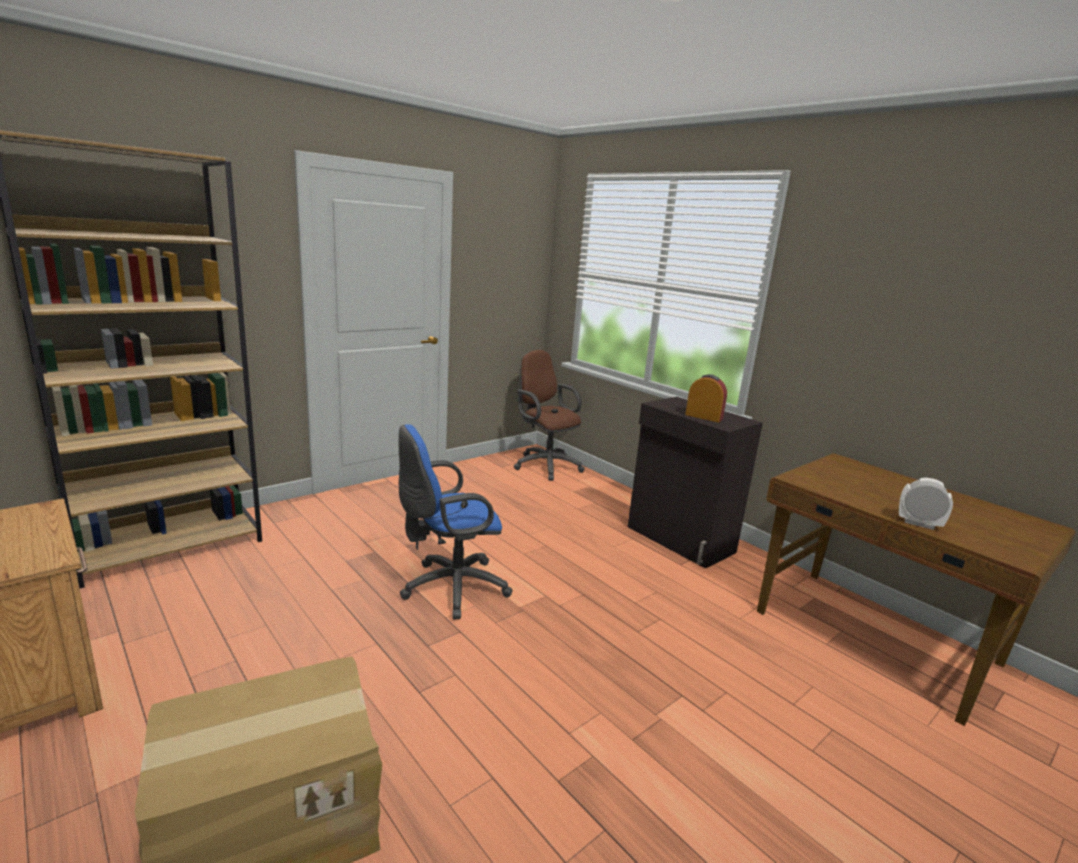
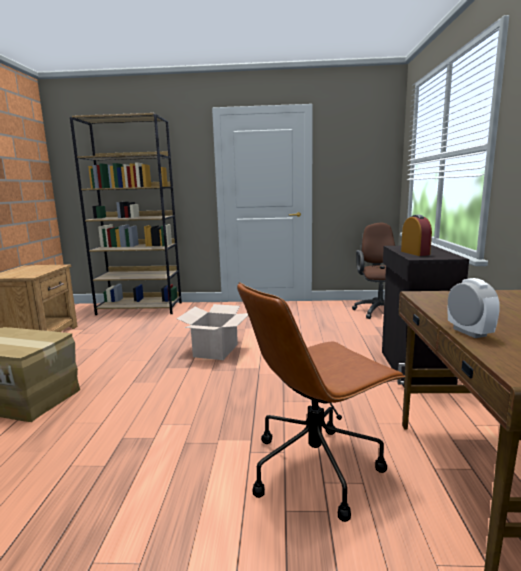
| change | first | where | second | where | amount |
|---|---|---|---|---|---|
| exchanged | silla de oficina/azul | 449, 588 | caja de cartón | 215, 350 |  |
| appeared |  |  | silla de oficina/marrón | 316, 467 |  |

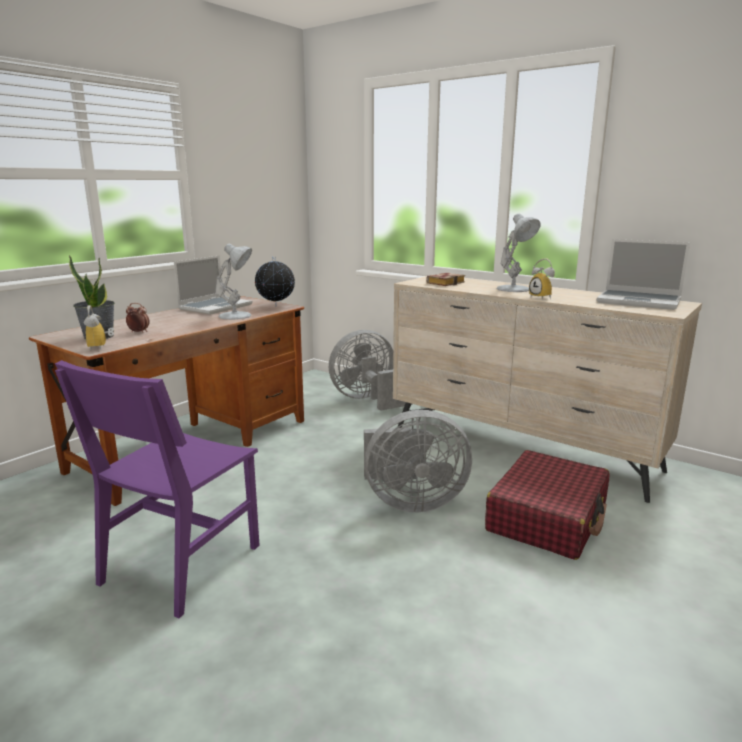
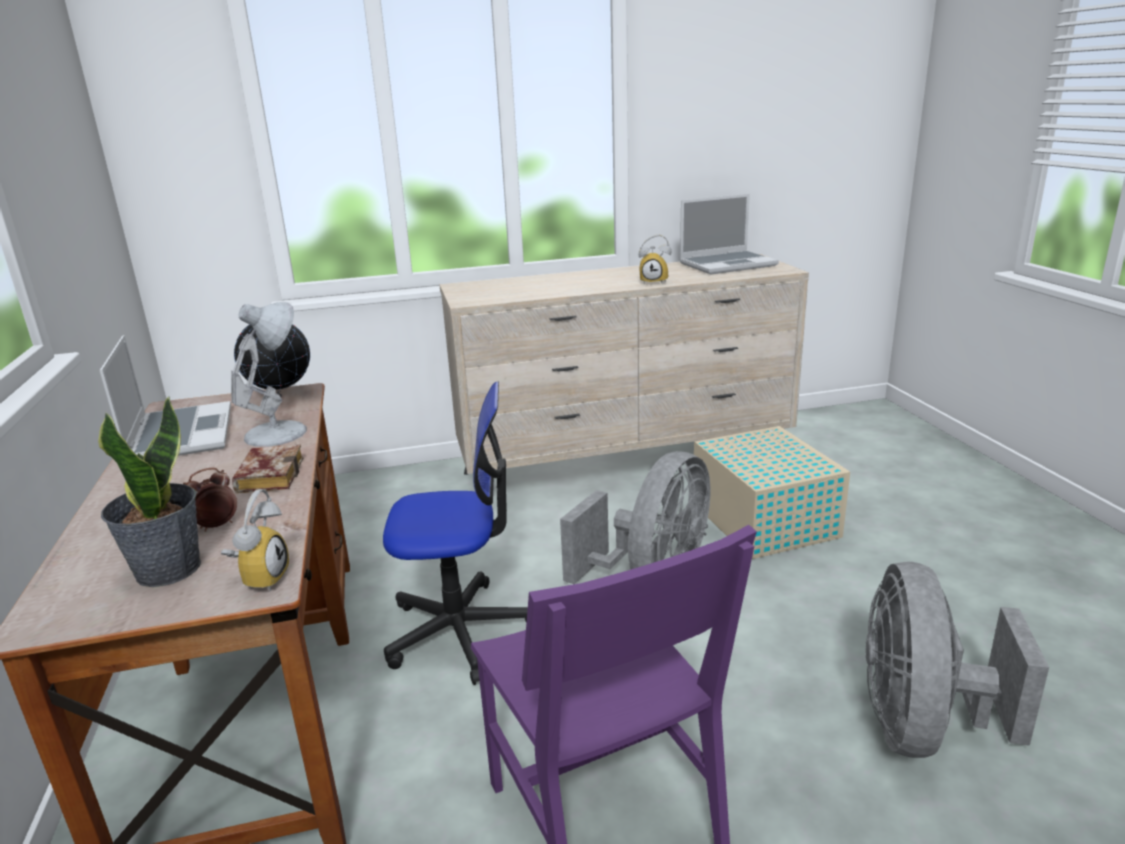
| change | first | where | second | where | amount |
|---|---|---|---|---|---|
| missing | lámpara de mesa/blanco | 514, 289 |  |  |  |
| relocated | libro | 445, 283 |  | 269, 475 |  |
| spun | despertador | 101, 348 |  | 261, 578 | 105 degrees counterclockwise |
| relocated | ventilador/gris | 369, 400 |  | 921, 726 |  |
| exchanged | maleta/rojo | 547, 518 | caja de almacenaje/beis | 763, 518 |  |
| appeared |  |  | silla de oficina | 461, 631 |  |

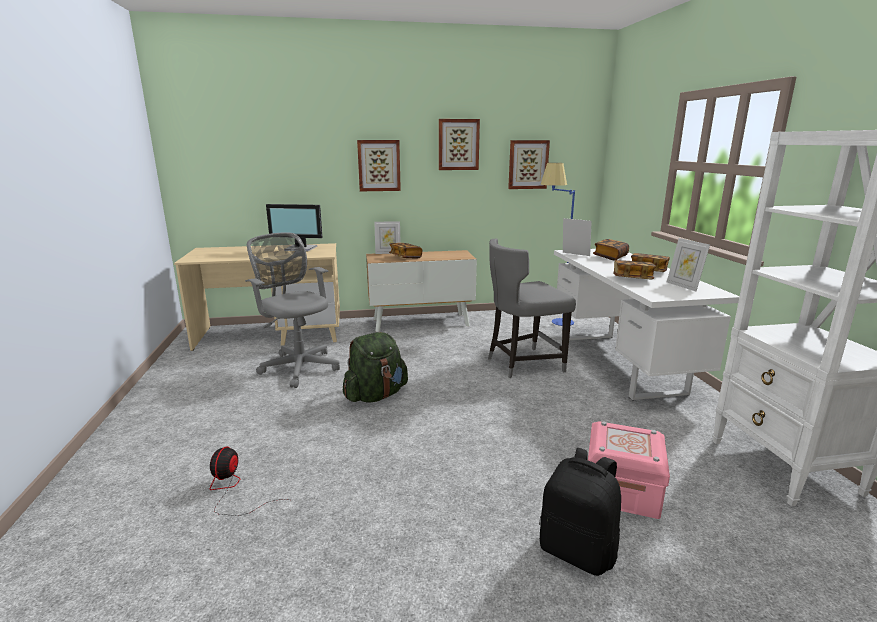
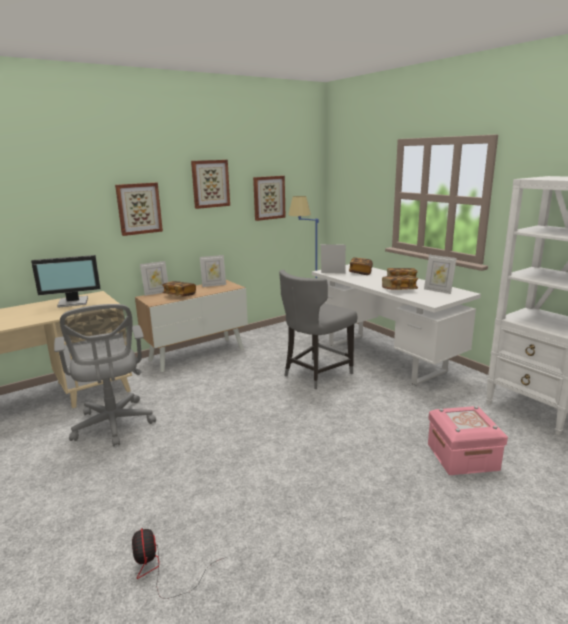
| change | first | where | second | where | amount |
|---|---|---|---|---|---|
| spun | silla de oficina/gris | 299, 366 |  | 113, 425 | 135 degrees counterclockwise |
| missing | mochila/verde | 376, 396 |  |  |  |
| missing | mochila/negro | 578, 551 |  |  |  |
| appeared |  |  | portarretratos | 214, 285 |  |

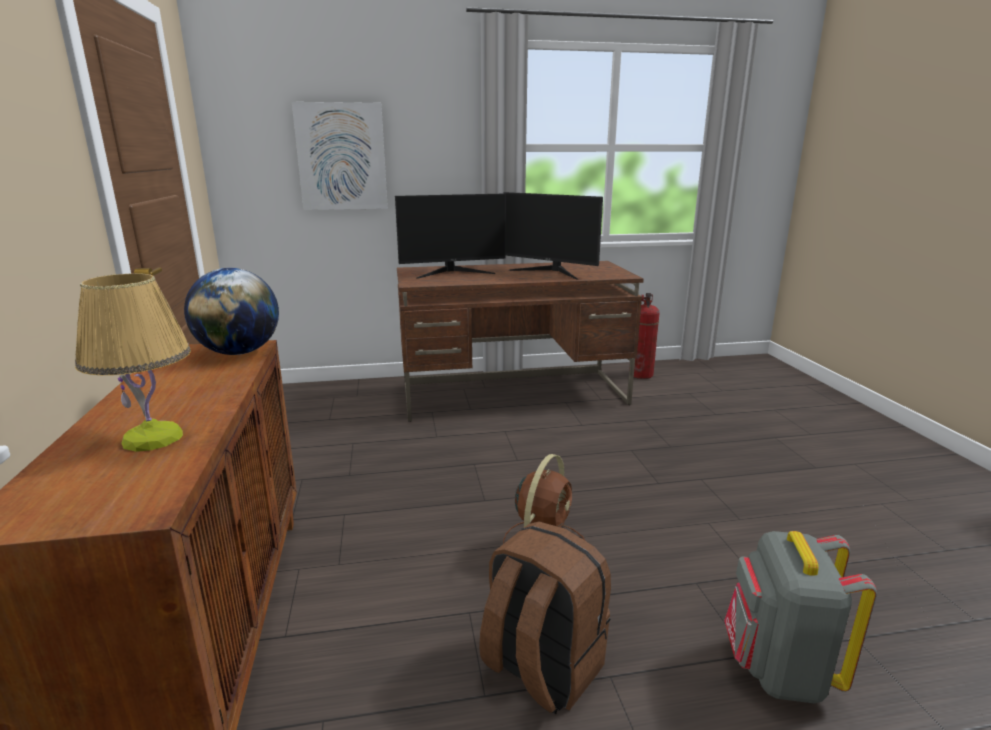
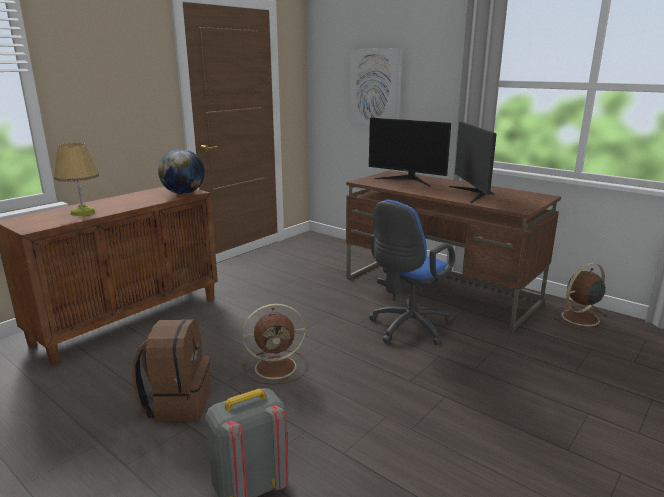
| change | first | where | second | where | amount |
|---|---|---|---|---|---|
| exchanged | extintor | 641, 374 | ventilador/marrón | 579, 318 |  |
| appeared |  |  | silla de oficina/azul | 407, 328 |  |

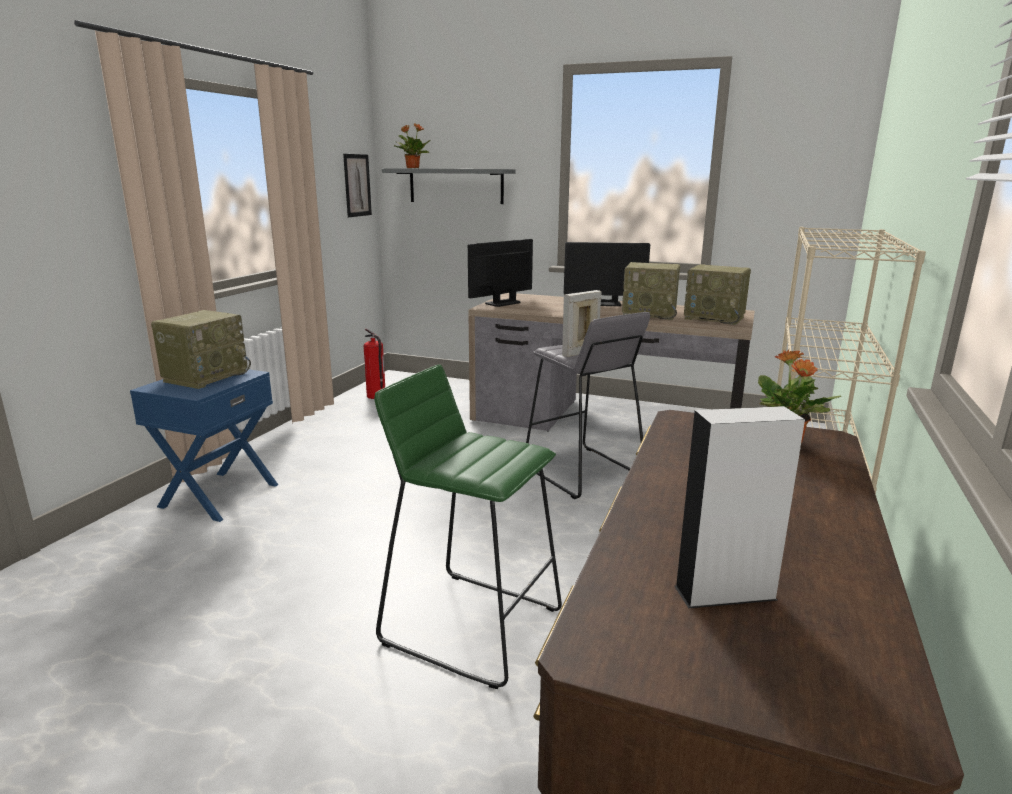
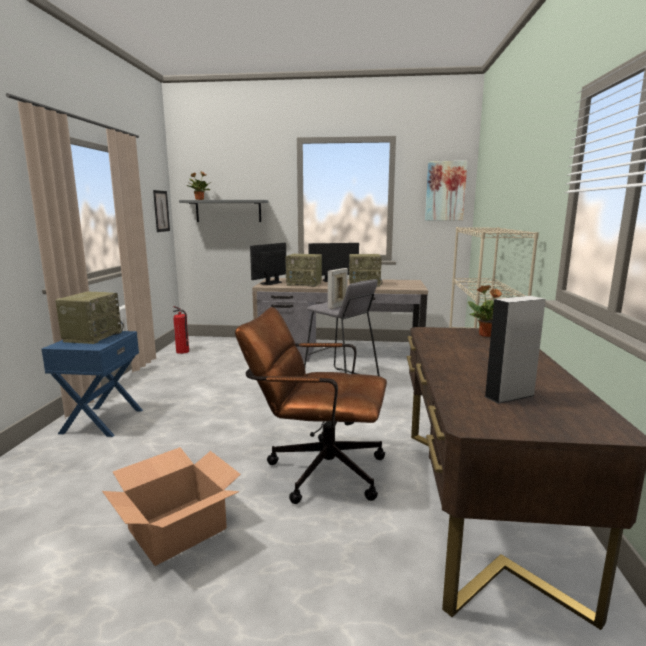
| change | first | where | second | where | amount |
|---|---|---|---|---|---|
| relocated | radio | 715, 318 |  | 305, 284 |  |
| exchanged | taburete/verde | 471, 624 | silla de oficina/marrón | 316, 469 |  |
| appeared |  |  | cuadro | 445, 191 |  |
| appeared |  |  | caja de cartón | 176, 528 |  |

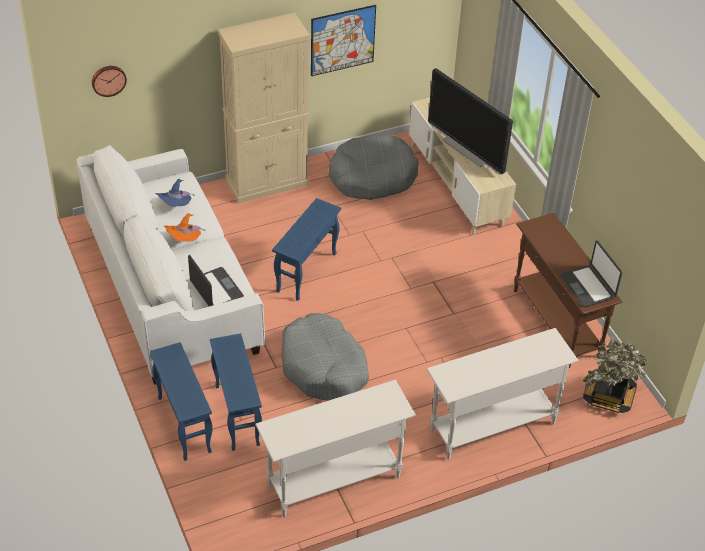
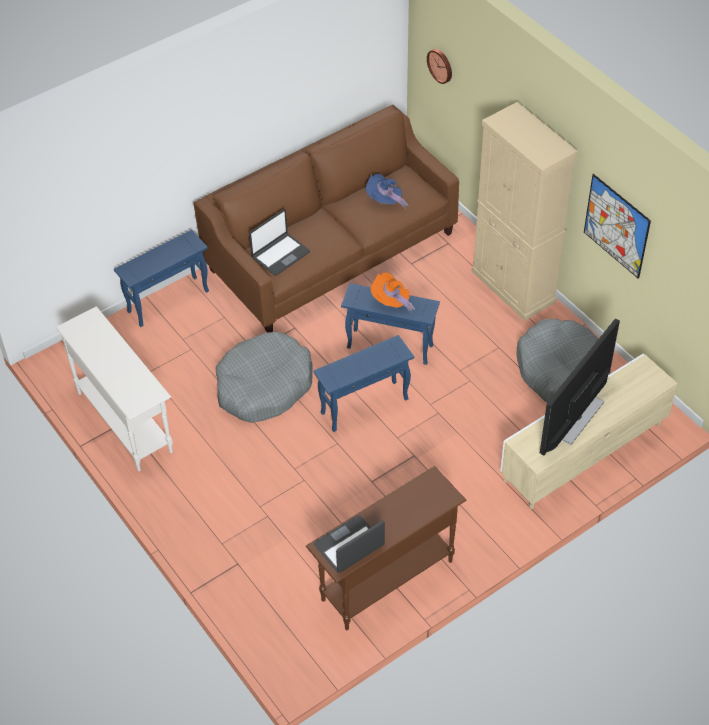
| change | first | where | second | where | amount |
|---|---|---|---|---|---|
| colour | sofá/blanco | 172, 290 | sofá/marrón | 331, 253 |  |
| relocated | sombrero/naranja | 184, 241 |  | 391, 301 |  |
| missing | mesa consola/blanco | 492, 426 |  |  |  |
| relocated | mesa auxiliar/azul | 237, 415 |  | 364, 406 |  |
| missing | planta en maceta | 608, 396 |  |  |  |

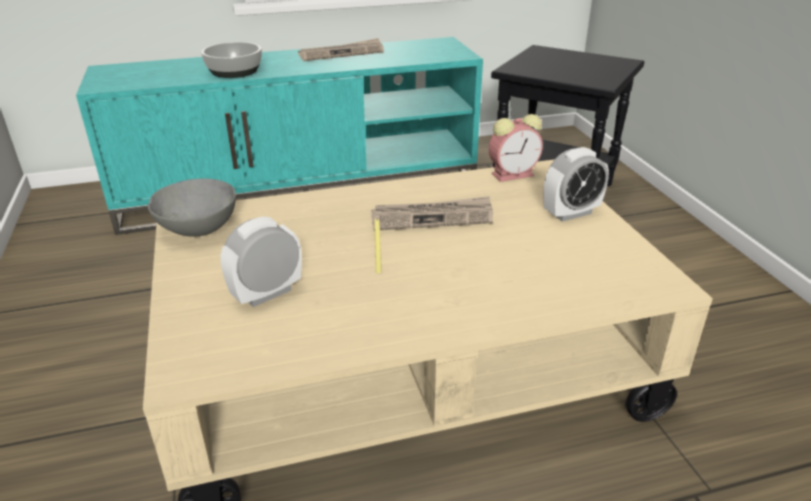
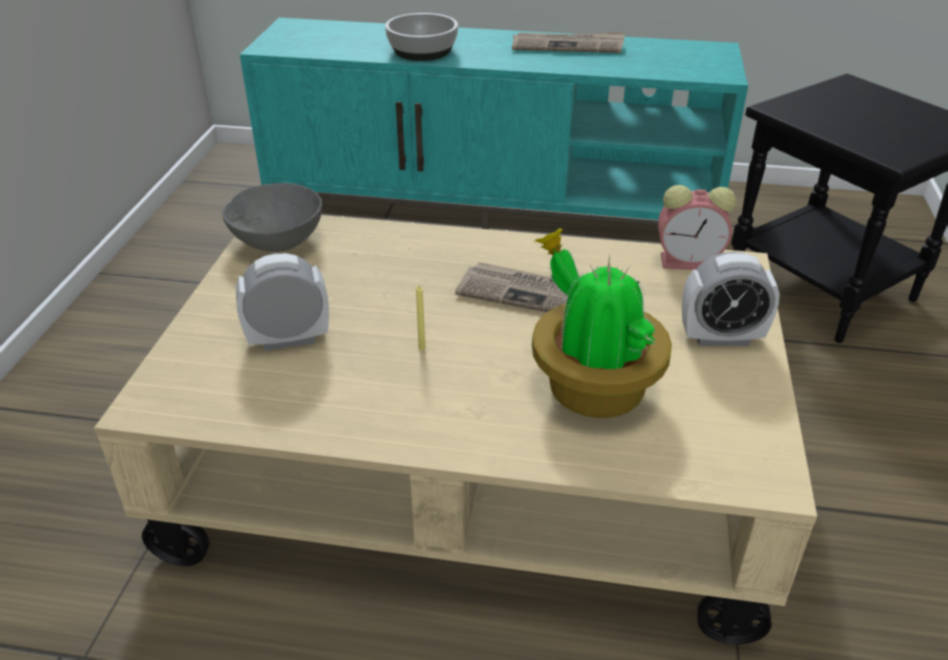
| change | first | where | second | where | amount |
|---|---|---|---|---|---|
| appeared |  |  | planta en maceta | 591, 387 |  |

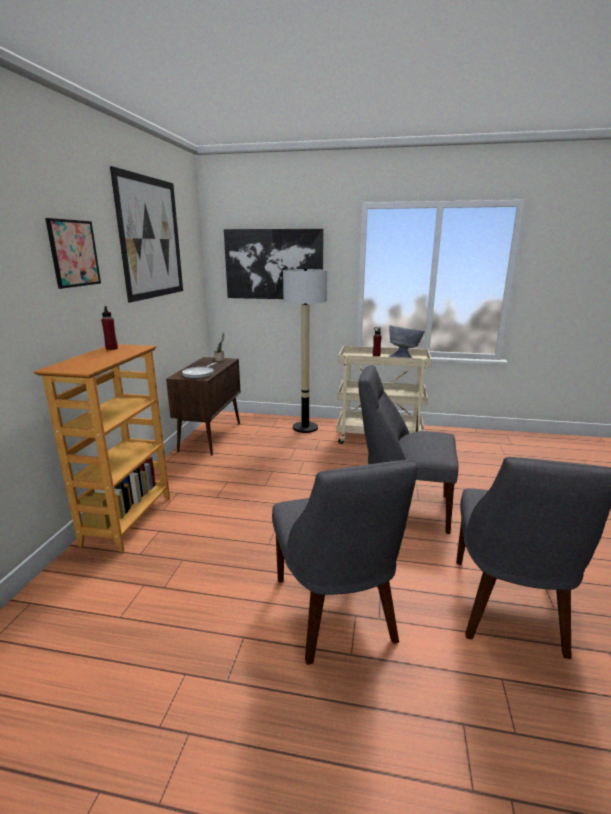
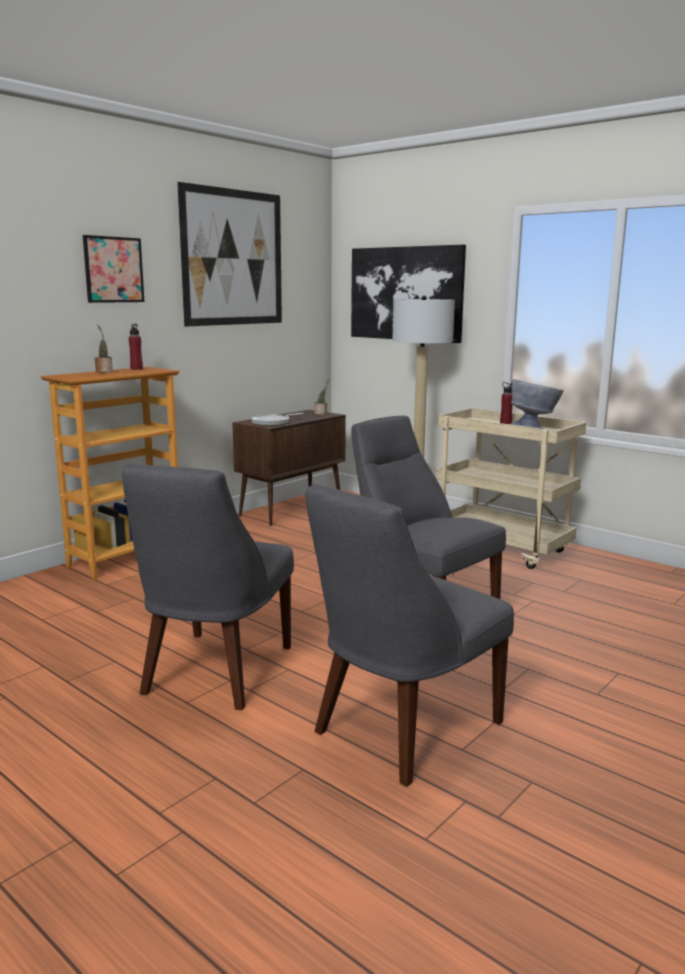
| change | first | where | second | where | amount |
|---|---|---|---|---|---|
| appeared |  |  | planta en maceta | 104, 371 |  |

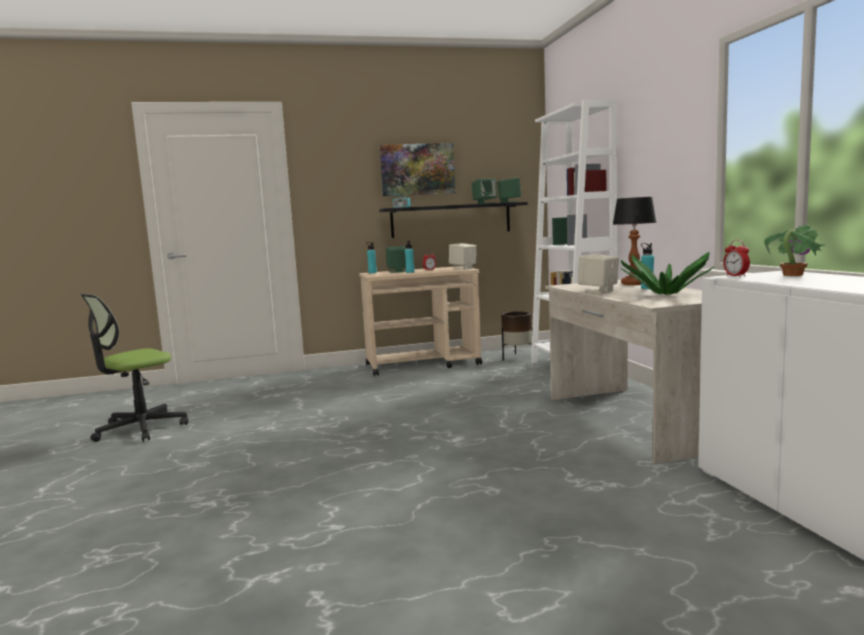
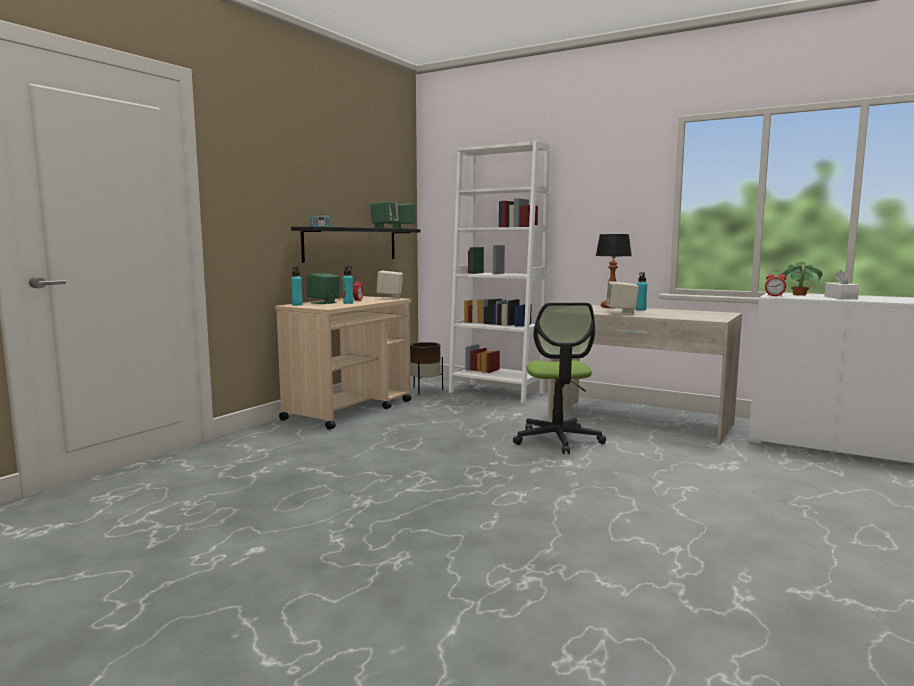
| change | first | where | second | where | amount |
|---|---|---|---|---|---|
| missing | cuadro | 417, 169 |  |  |  |
| missing | planta en maceta | 666, 294 |  |  |  |
| relocated | silla de oficina | 140, 428 |  | 557, 440 |  |
| appeared |  |  | caja de pañuelos/blanco | 840, 297 |  |

